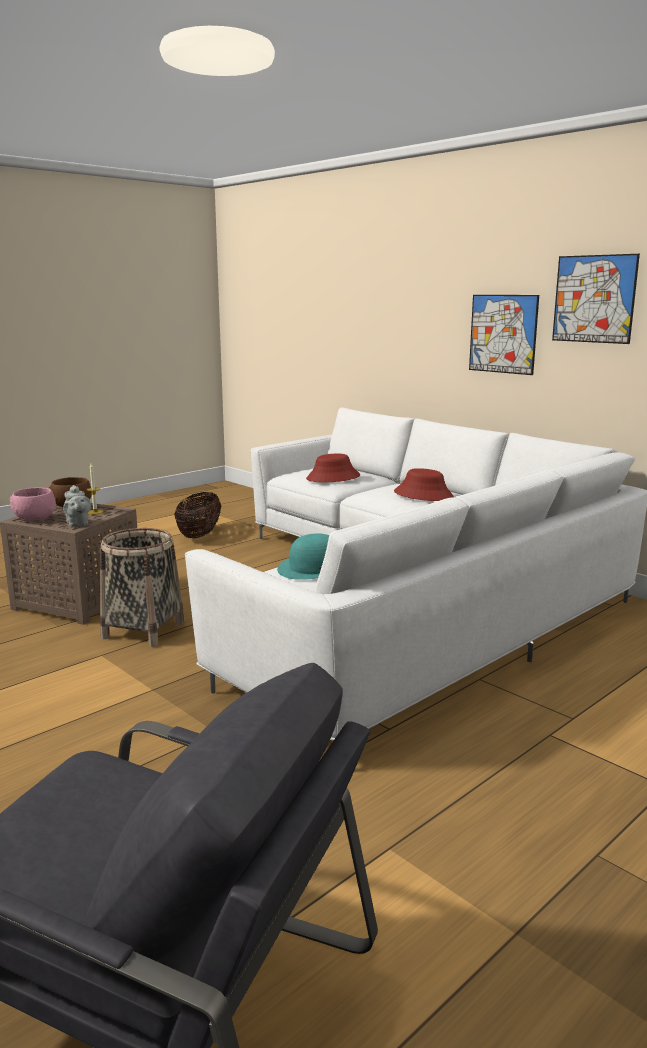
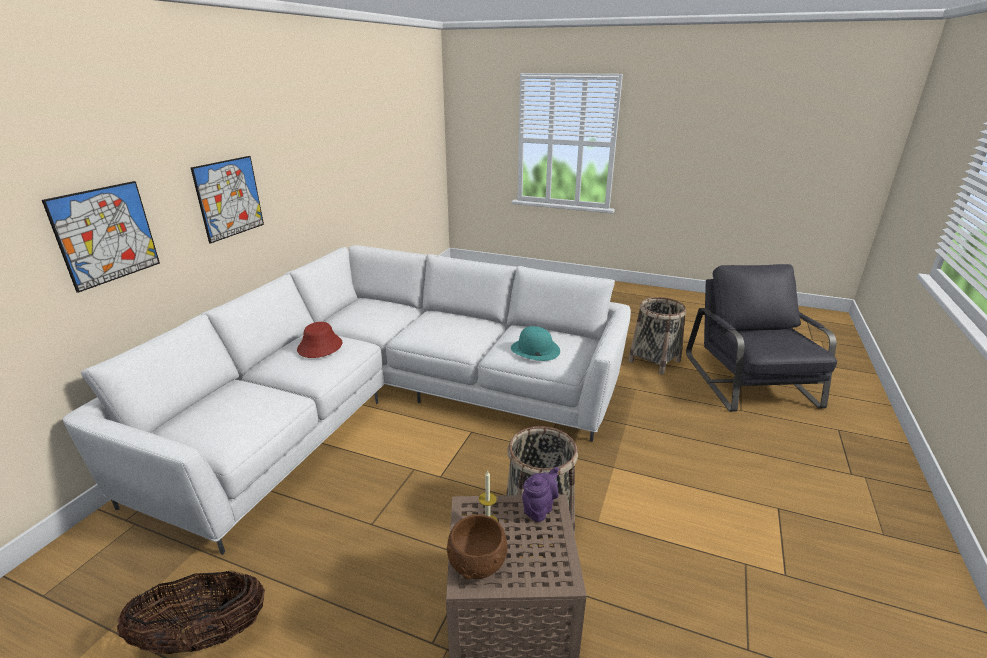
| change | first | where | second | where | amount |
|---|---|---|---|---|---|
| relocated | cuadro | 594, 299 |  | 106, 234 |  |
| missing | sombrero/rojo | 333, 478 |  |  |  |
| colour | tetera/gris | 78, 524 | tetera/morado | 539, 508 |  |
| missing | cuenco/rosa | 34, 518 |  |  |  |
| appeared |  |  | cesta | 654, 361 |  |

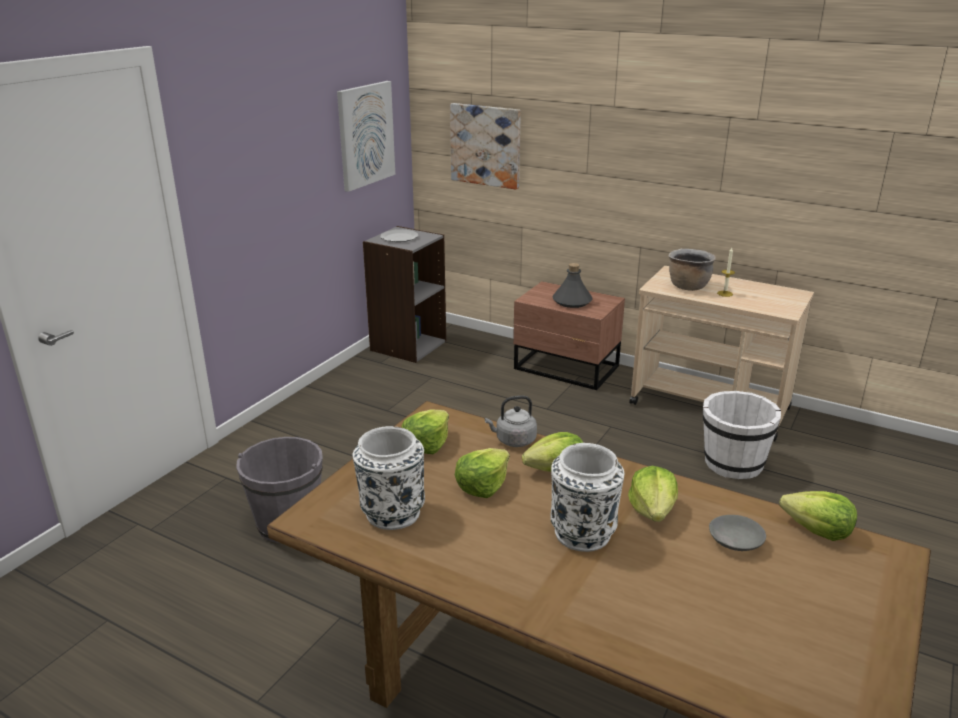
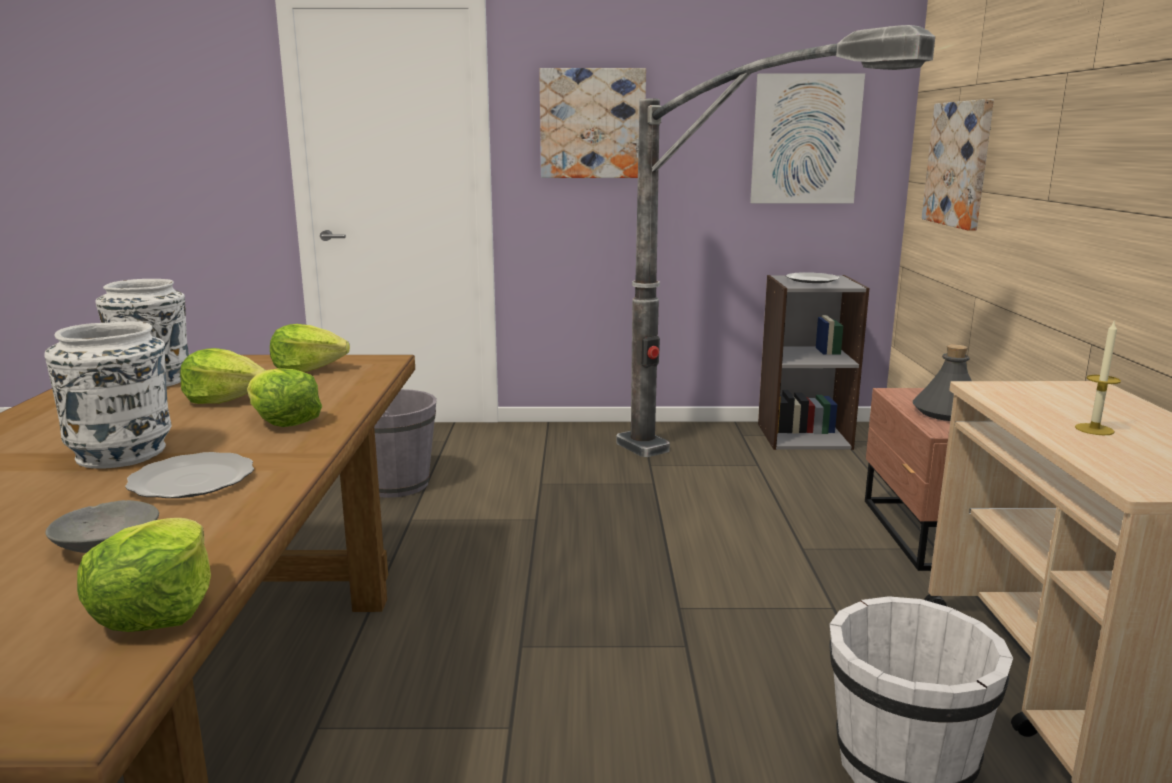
| change | first | where | second | where | amount |
|---|---|---|---|---|---|
| missing | olla/marrón | 688, 286 |  |  |  |
| missing | hervidor/gris | 513, 440 |  |  |  |
| exchanged | lechuga | 652, 510 | plato | 193, 481 |  |
| appeared |  |  | lámpara de pie | 729, 490 |  |
| appeared |  |  | cuadro | 592, 124 |  |

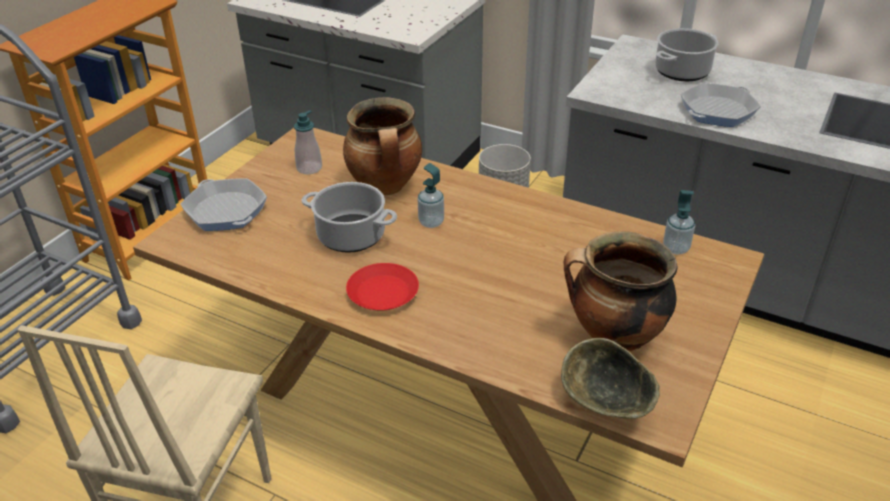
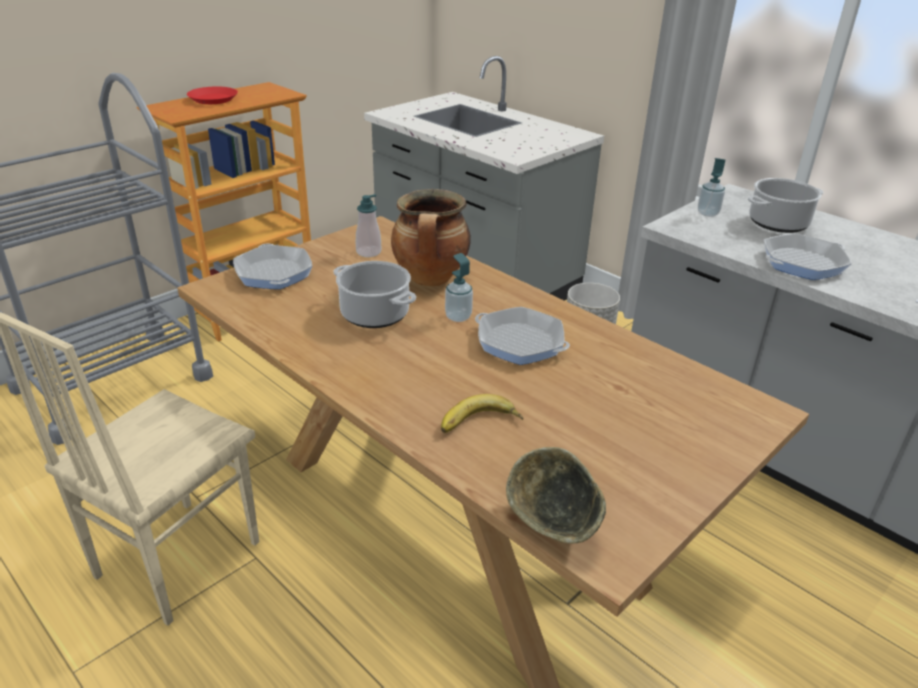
| change | first | where | second | where | amount |
|---|---|---|---|---|---|
| relocated | dispensador de jabón | 676, 248 |  | 707, 213 |  |
| missing | olla | 613, 337 |  |  |  |
| relocated | plato/rojo | 383, 293 |  | 213, 99 |  |
| appeared |  |  | sartén | 520, 342 |  |
| appeared |  |  | plátano | 480, 424 |  |

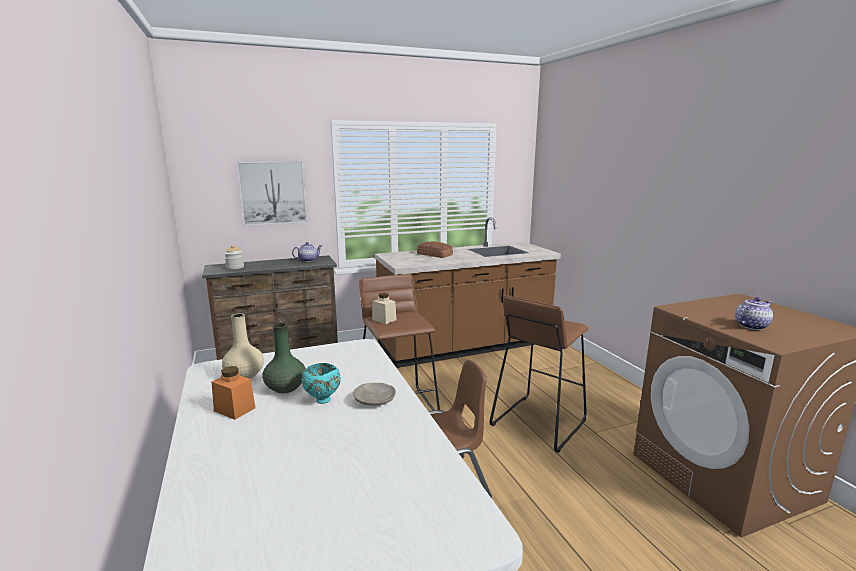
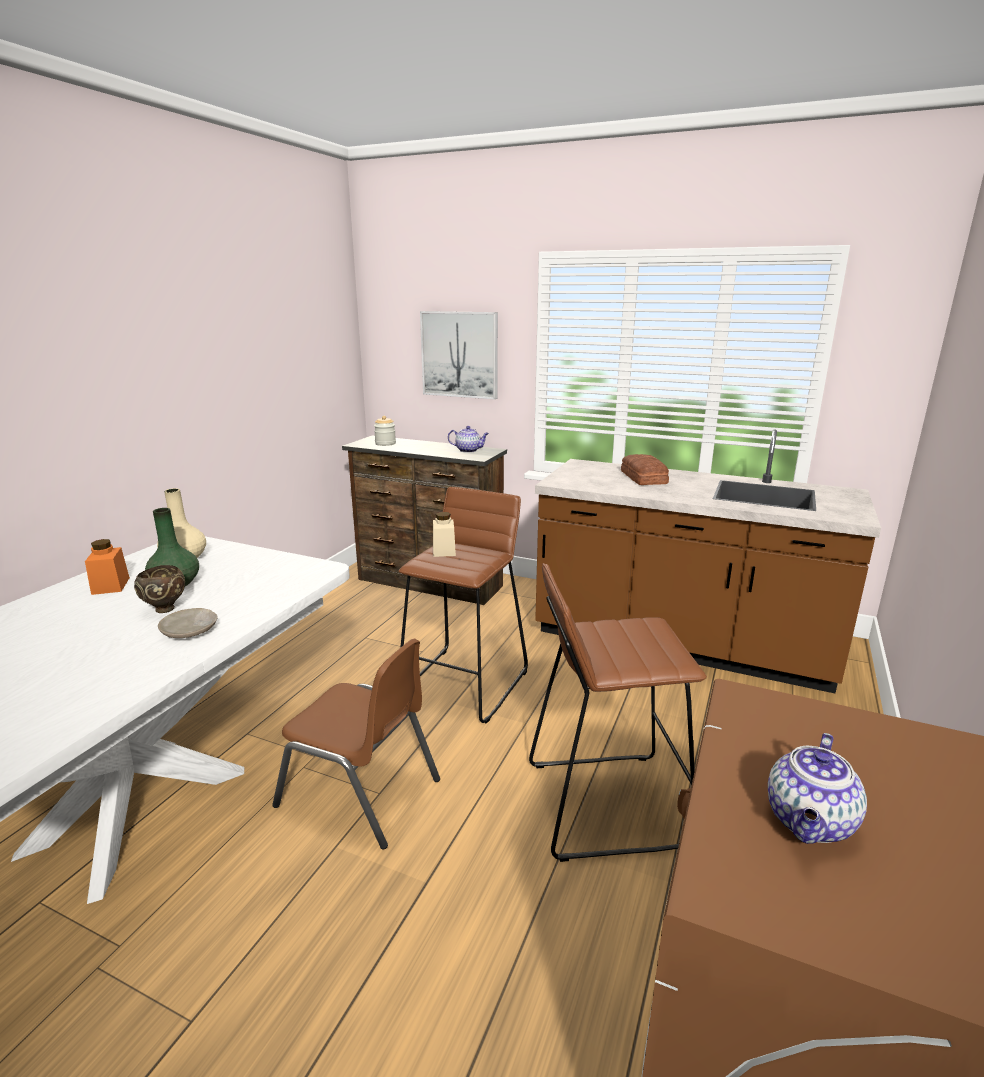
| change | first | where | second | where | amount |
|---|---|---|---|---|---|
| spun | tetera | 751, 326 |  | 810, 823 | 105 degrees clockwise |
| colour | cuenco/turquesa | 322, 400 | cuenco/marrón | 165, 608 |  |

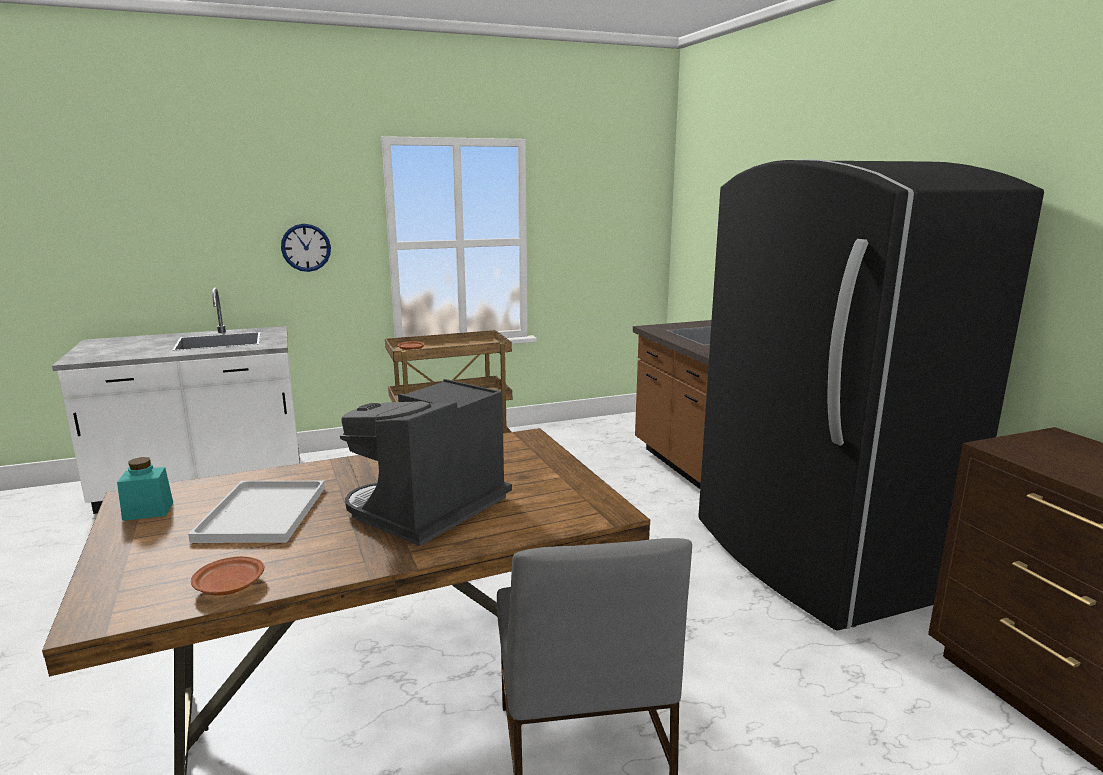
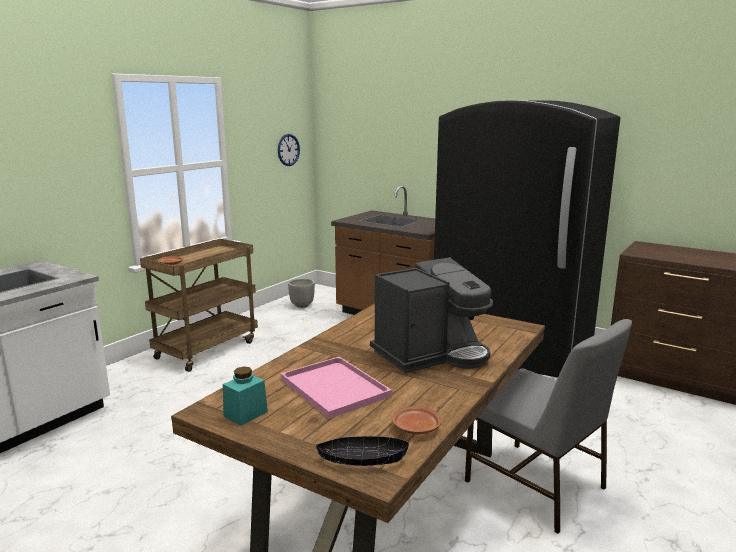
| change | first | where | second | where | amount |
|---|---|---|---|---|---|
| relocated | reloj de pared | 306, 247 |  | 288, 150 |  |
| spun | cafetera | 428, 510 |  | 431, 354 | 120 degrees counterclockwise |
| colour | bandeja/blanco | 262, 512 | bandeja/rosa | 332, 387 |  |
| appeared |  |  | maceta | 302, 305 |  |
| appeared |  |  | cuenco/negro | 362, 460 |  |

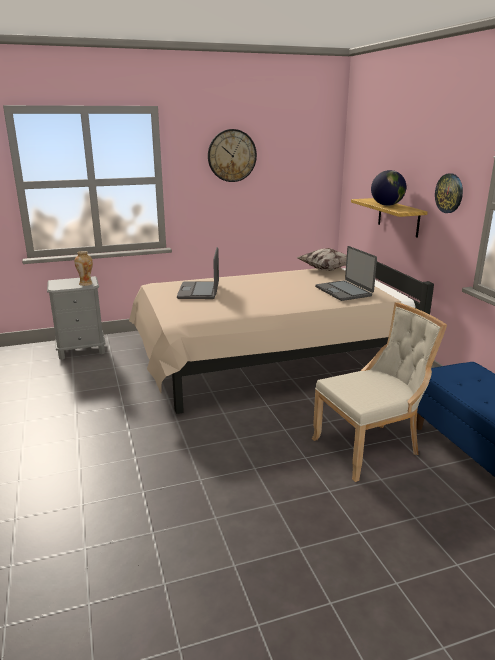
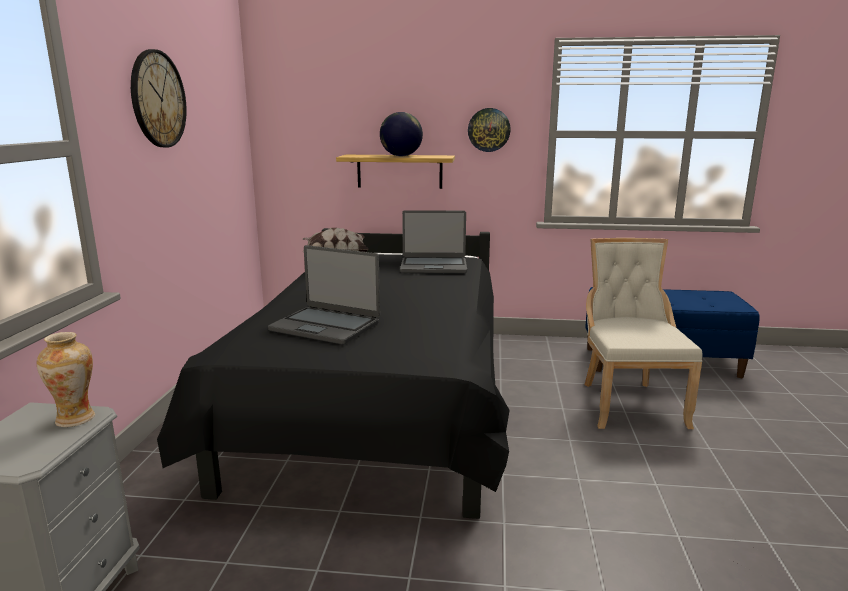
| change | first | where | second | where | amount |
|---|---|---|---|---|---|
| colour | cama/beis | 270, 362 | cama/negro | 378, 403 |  |

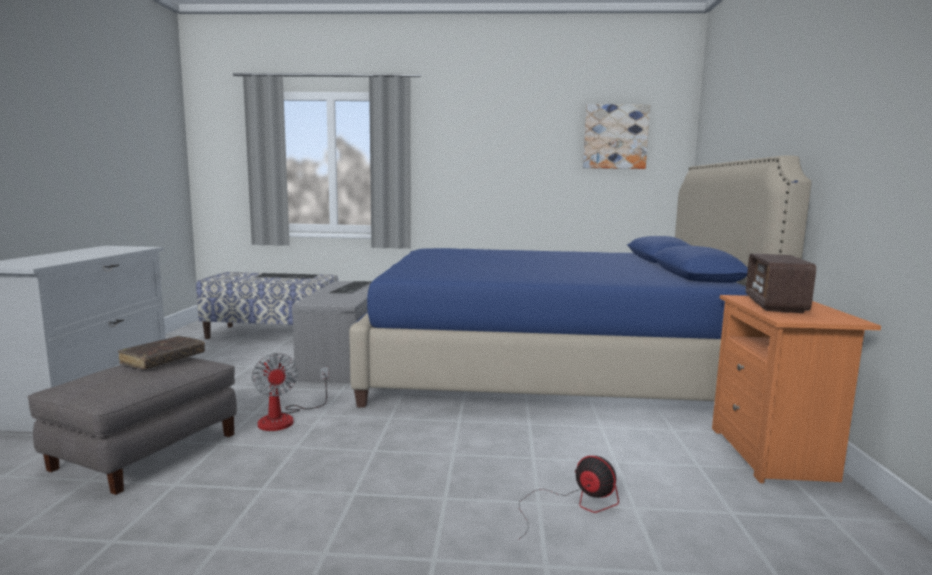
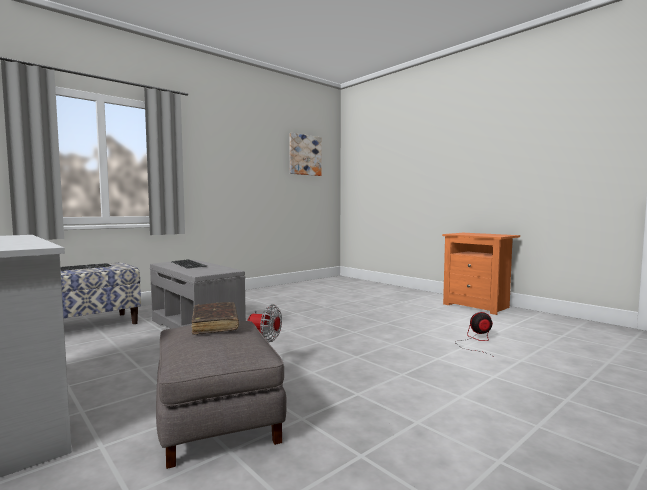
| change | first | where | second | where | amount |
|---|---|---|---|---|---|
| missing | cama/azul | 548, 368 |  |  |  |
| missing | radio | 775, 304 |  |  |  |

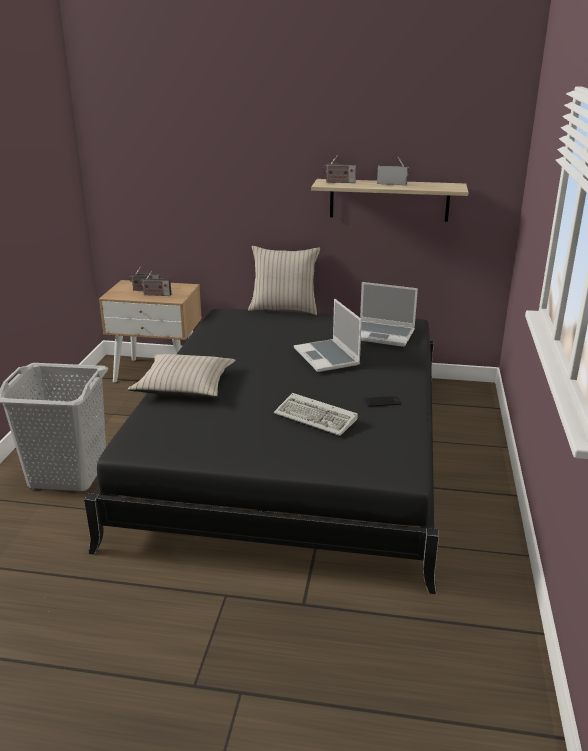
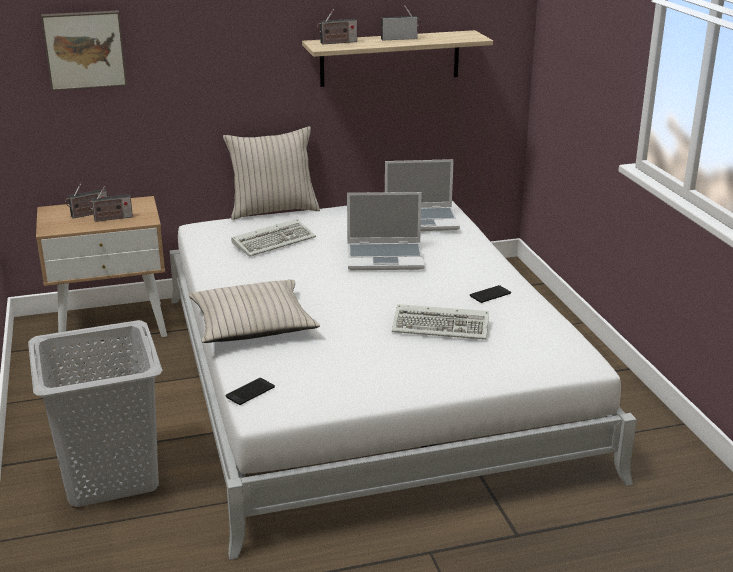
| change | first | where | second | where | amount |
|---|---|---|---|---|---|
| spun | portátil | 327, 357 |  | 386, 258 | 45 degrees counterclockwise |
| colour | cama/negro | 293, 450 | cama/blanco | 366, 379 |  |
| appeared |  |  | cuadro | 84, 49 |  |
| appeared |  |  | teclado | 275, 241 |  |
| appeared |  |  | móvil | 250, 392 |  |

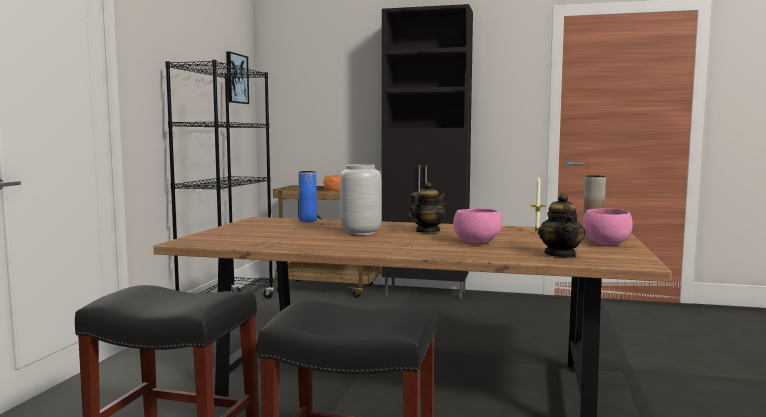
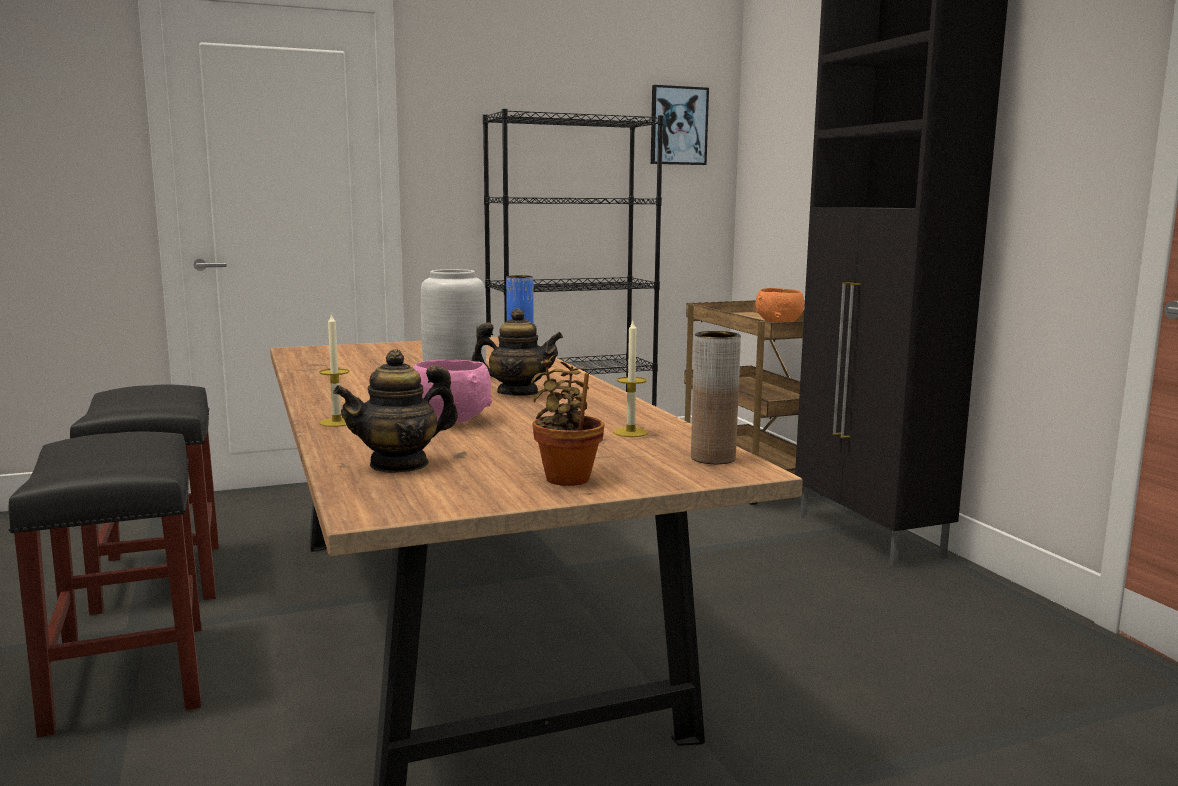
| change | first | where | second | where | amount |
|---|---|---|---|---|---|
| exchanged | cuenco/rosa | 606, 244 | planta en maceta | 566, 477 |  |
| appeared |  |  | vela | 336, 422 |  |

